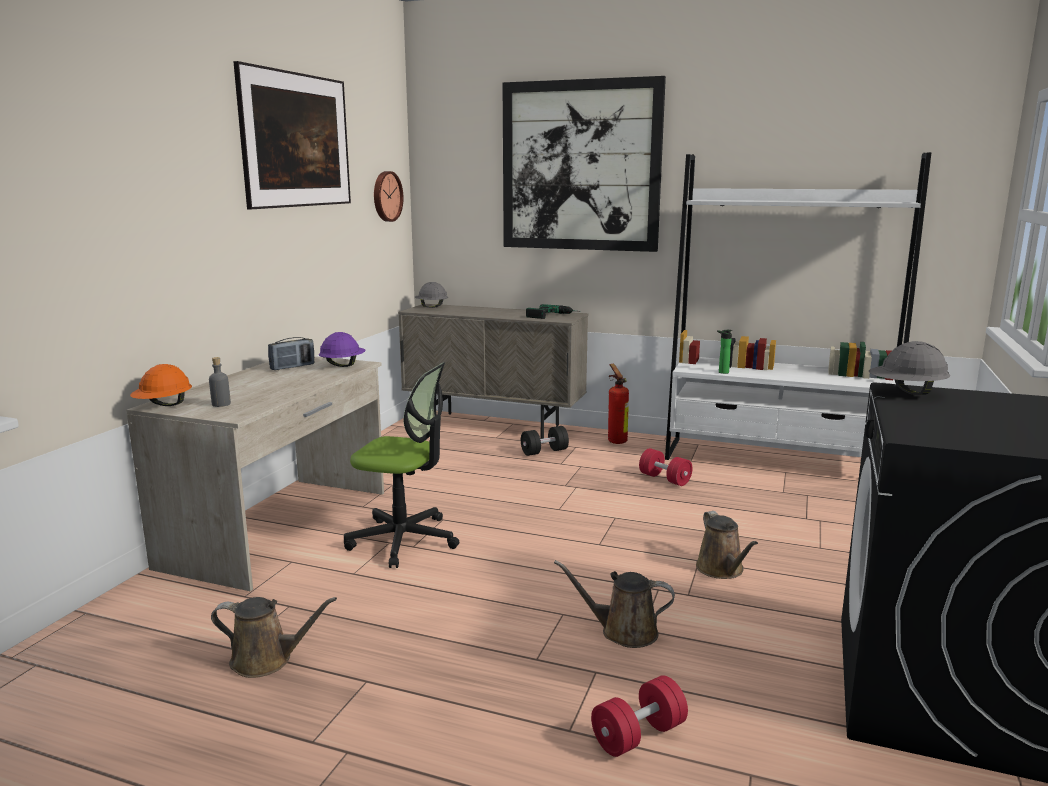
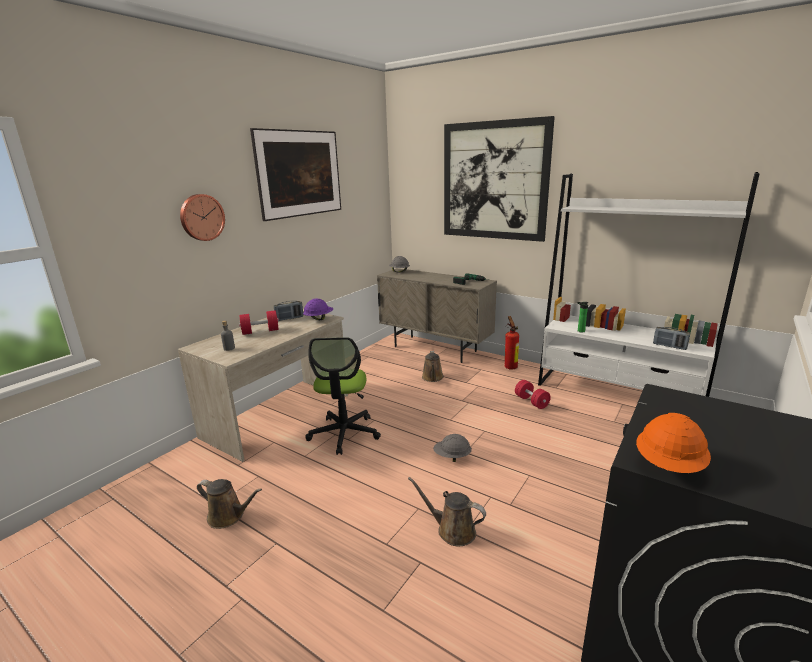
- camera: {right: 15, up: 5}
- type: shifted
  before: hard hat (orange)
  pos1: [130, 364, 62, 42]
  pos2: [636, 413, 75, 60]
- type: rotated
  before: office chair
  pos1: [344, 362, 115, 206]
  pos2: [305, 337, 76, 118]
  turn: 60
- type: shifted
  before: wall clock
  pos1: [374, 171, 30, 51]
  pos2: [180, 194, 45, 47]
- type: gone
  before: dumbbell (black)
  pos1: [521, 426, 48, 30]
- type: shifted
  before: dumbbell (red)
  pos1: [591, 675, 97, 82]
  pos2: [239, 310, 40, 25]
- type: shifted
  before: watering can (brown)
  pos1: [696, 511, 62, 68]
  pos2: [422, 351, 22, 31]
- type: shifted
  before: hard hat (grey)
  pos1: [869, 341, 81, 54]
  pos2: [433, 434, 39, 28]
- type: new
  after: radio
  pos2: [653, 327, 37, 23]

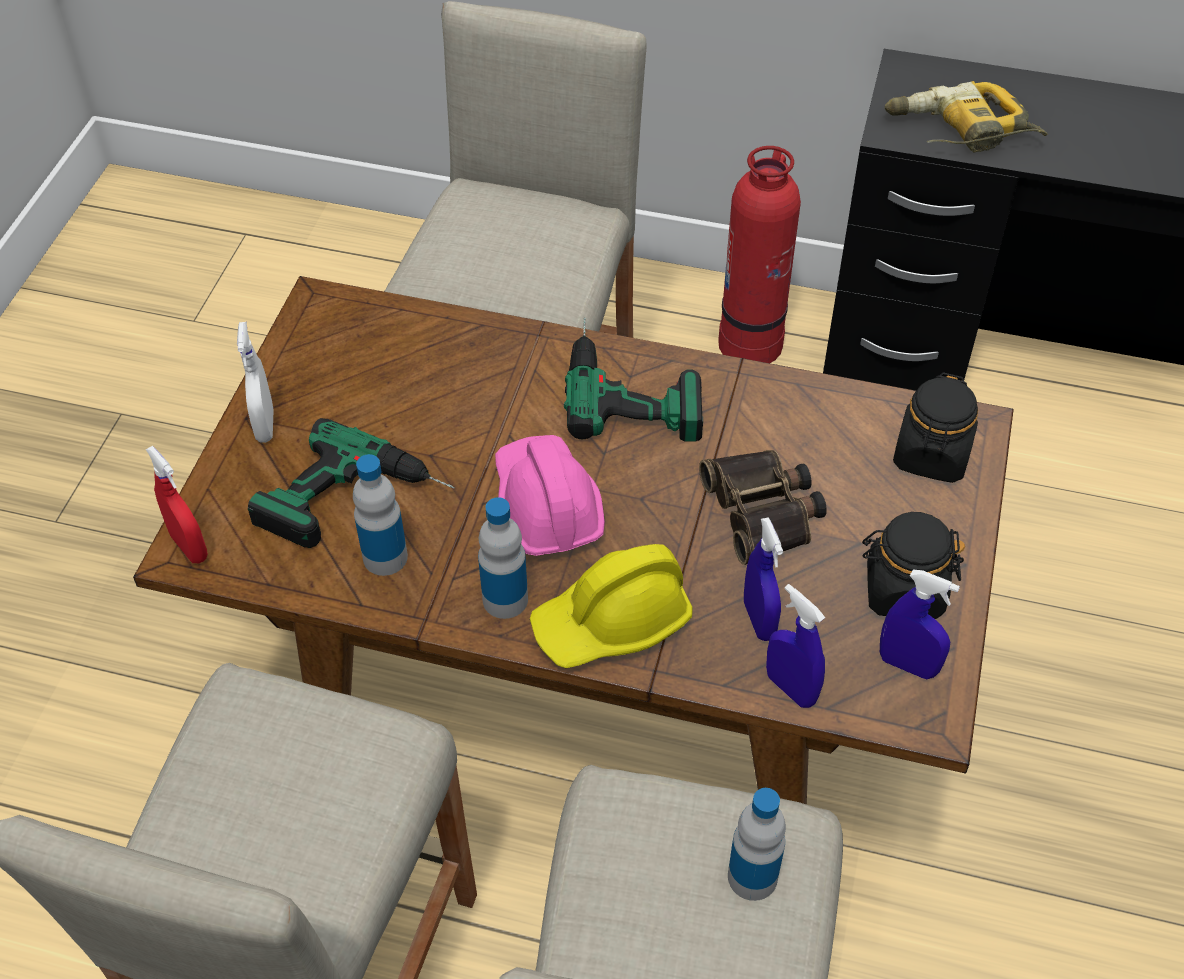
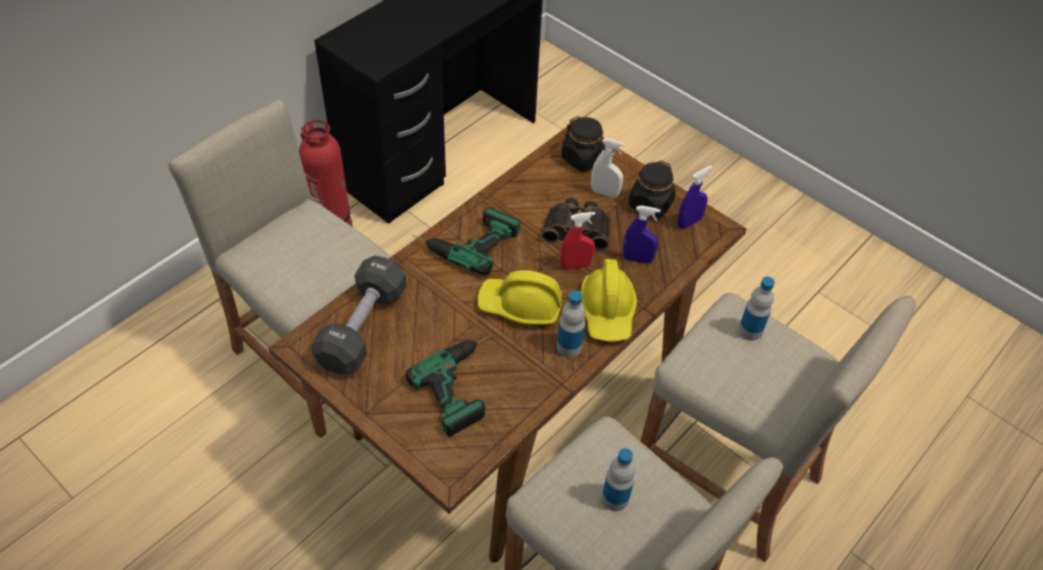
- camera: {right: -65, up: 0}
- type: shifted
  before: spray bottle (red)
  pos1: [146, 446, 62, 117]
  pos2: [561, 212, 34, 58]
- type: shifted
  before: spray bottle (white)
  pos1: [237, 322, 37, 121]
  pos2: [591, 138, 34, 60]
- type: shifted
  before: bottle
  pos1: [353, 454, 55, 122]
  pos2: [602, 448, 33, 63]
- type: repainted
  before: hard hat (pink)
  after: hard hat (yellow)
  pos1: [495, 435, 110, 121]
  pos2: [478, 270, 84, 57]
- type: gone
  before: spray bottle (blue)
  pos1: [766, 584, 59, 124]
- type: gone
  before: power drill
  pos1: [885, 81, 163, 71]
- type: new
  after: dumbbell (black)
  pos2: [311, 256, 96, 118]

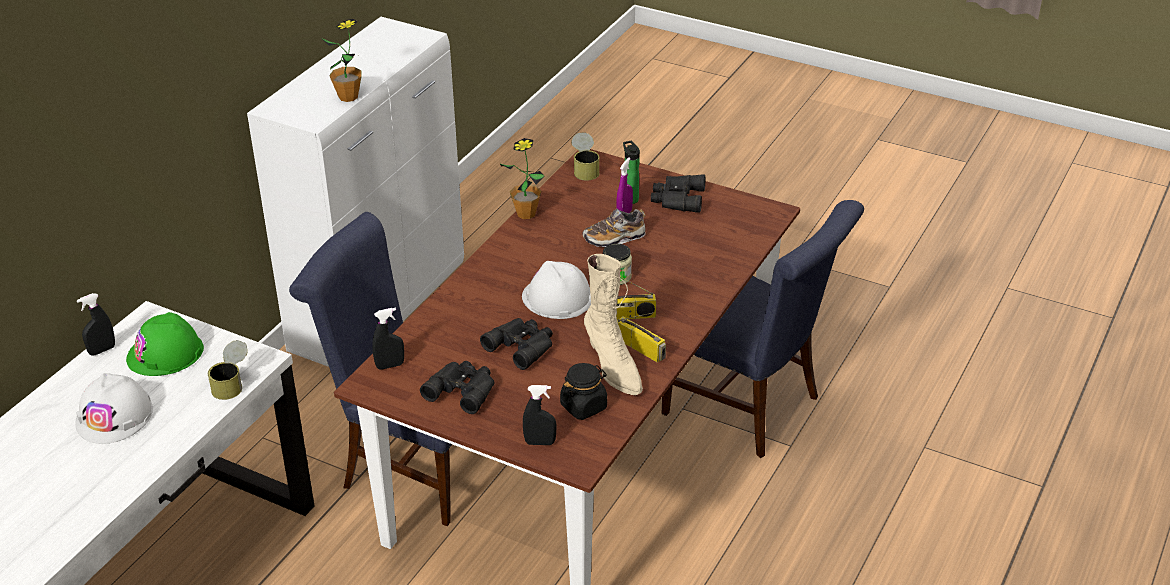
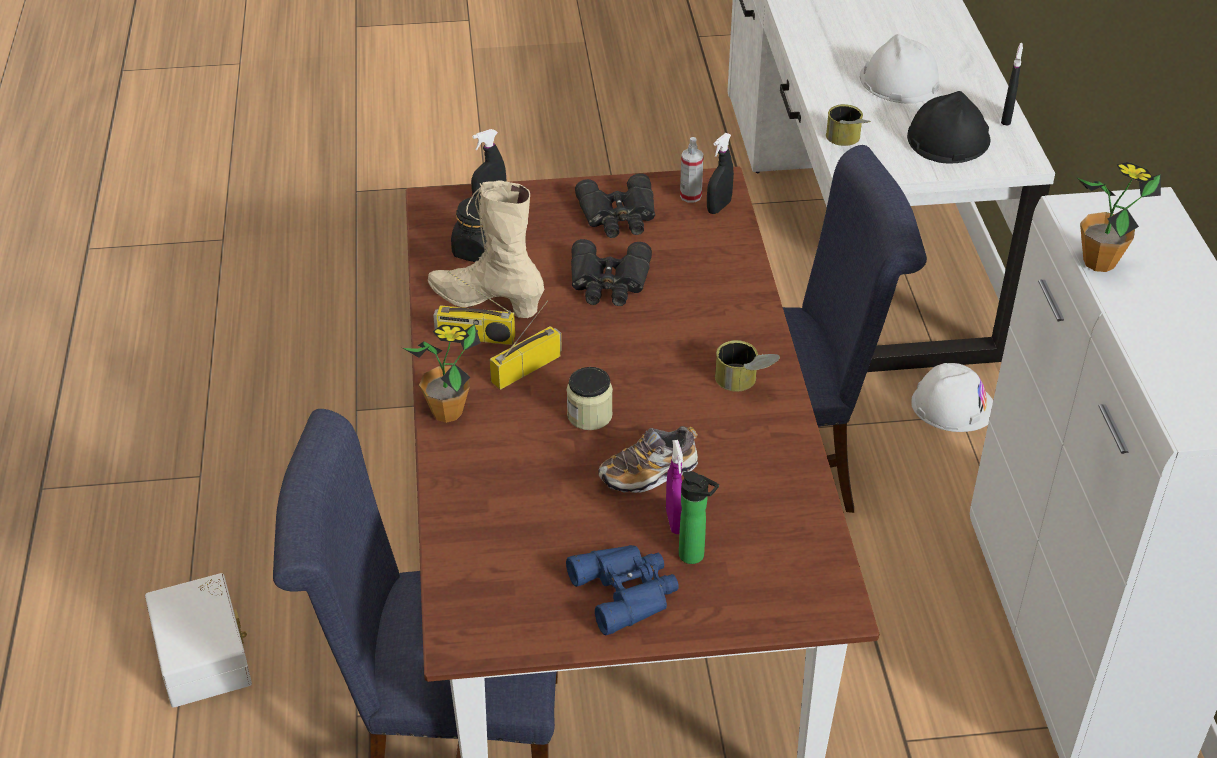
- camera: {right: 145, up: 5}
- type: repainted
  before: hard hat (green)
  after: hard hat (black)
  pos1: [126, 312, 78, 64]
  pos2: [907, 91, 83, 72]
- type: shifted
  before: potted plant
  pos1: [499, 138, 46, 81]
  pos2: [402, 324, 79, 99]
- type: shifted
  before: hard hat (white)
  pos1: [522, 261, 69, 58]
  pos2: [912, 363, 81, 69]
- type: shifted
  before: can
  pos1: [571, 133, 29, 48]
  pos2: [715, 340, 65, 52]
- type: rotated
  before: shoe
  pos1: [582, 209, 64, 38]
  pos2: [598, 426, 100, 67]
  turn: -150
- type: repainted
  before: binoculars (black)
  after: binoculars (blue)
  pos1: [651, 174, 55, 39]
  pos2: [566, 545, 113, 90]
- type: new
  after: storage box (white)
  pos2: [145, 573, 107, 135]
- type: new
  after: spray bottle
  pos2: [680, 137, 24, 65]

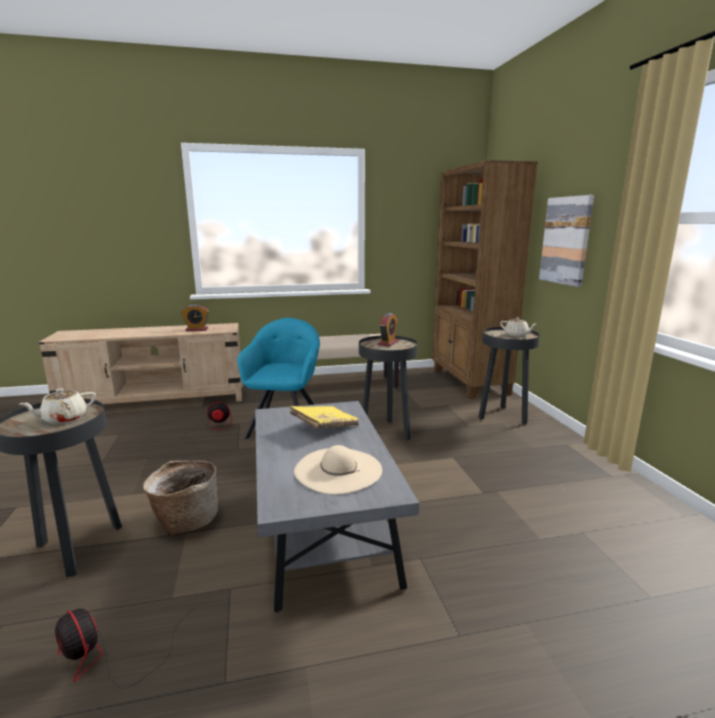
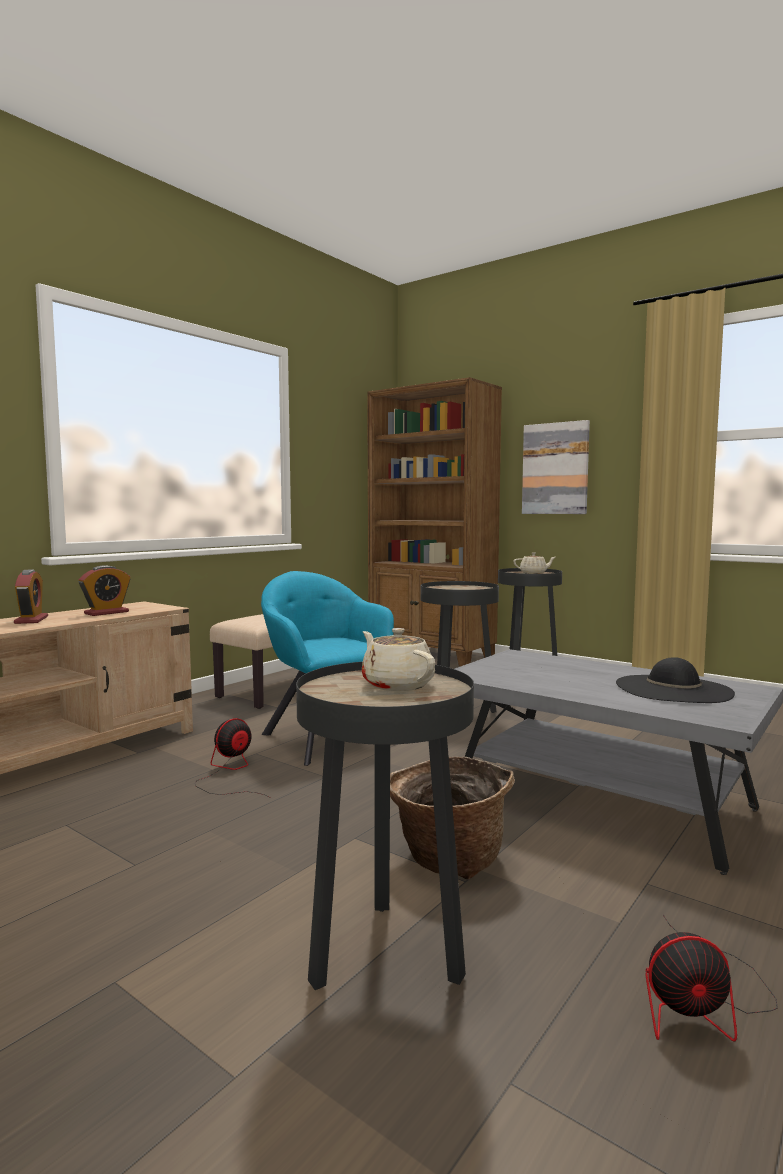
- camera: {right: -40, up: -10}
- type: rotated
  before: teapot (beige)
  pos1: [19, 388, 77, 36]
  pos2: [362, 628, 73, 63]
  turn: 135
- type: gone
  before: book (yellow)
  pos1: [290, 406, 69, 23]
- type: repainted
  before: hat (beige)
  after: hat (black)
  pos1: [294, 445, 88, 49]
  pos2: [616, 657, 119, 46]
- type: shifted
  before: alarm clock
  pos1: [378, 313, 20, 34]
  pos2: [14, 570, 34, 54]

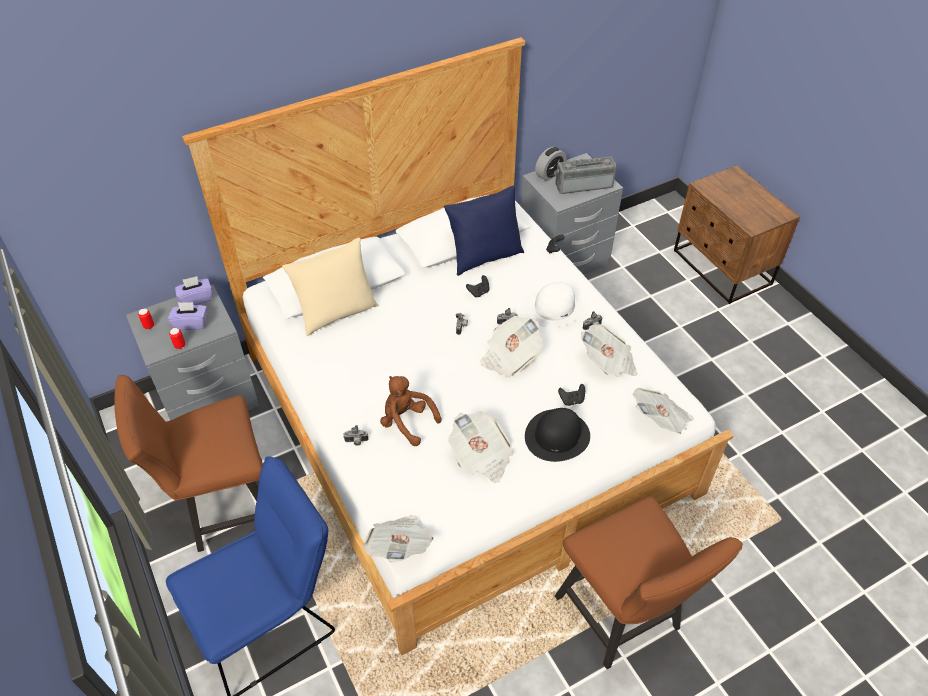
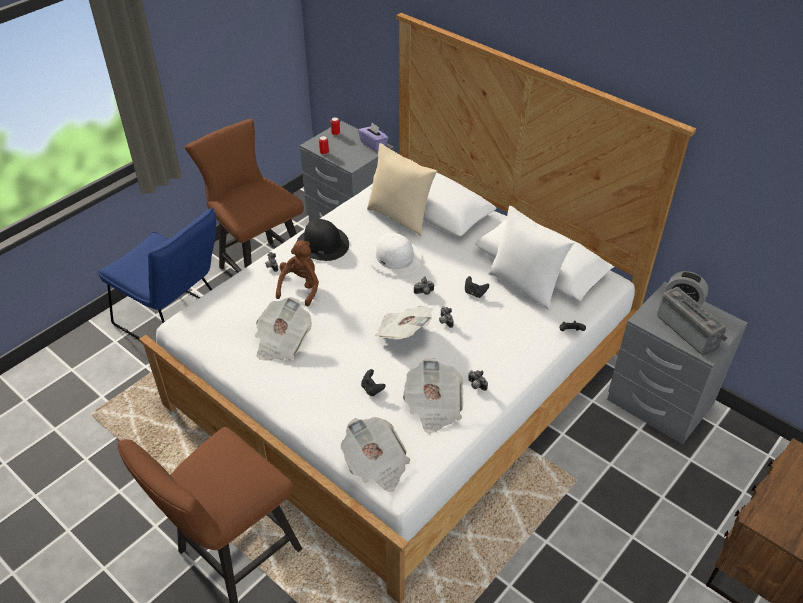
- camera: {right: 70, up: -5}
- type: gone
  before: tissue box (purple)
  pos1: [168, 302, 39, 28]
- type: gone
  before: newspaper
  pos1: [363, 515, 71, 47]
- type: repainted
  before: pillow (blue)
  after: pillow (white)
  pos1: [444, 185, 80, 91]
  pos2: [488, 206, 87, 105]
- type: shifted
  before: hat (black)
  pos1: [525, 408, 65, 54]
  pos2: [297, 219, 52, 42]
- type: shifted
  before: hat (white)
  pos1: [526, 282, 57, 46]
  pos2: [368, 233, 54, 43]

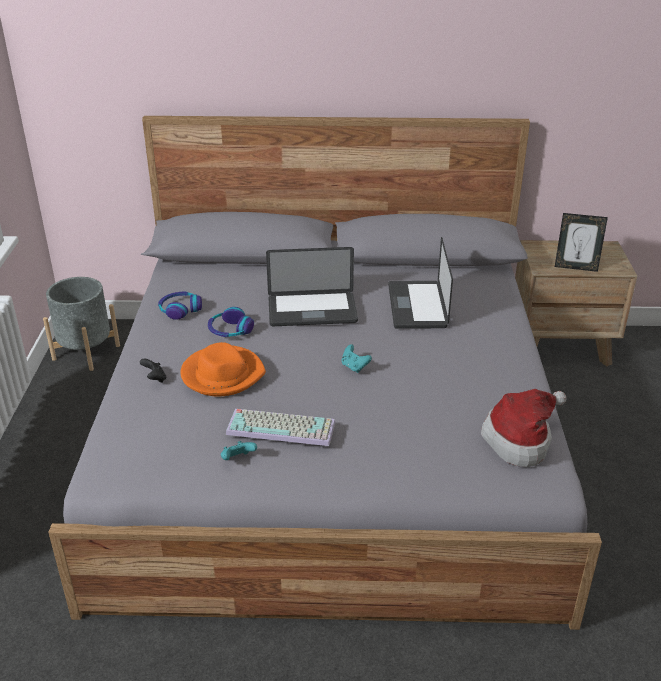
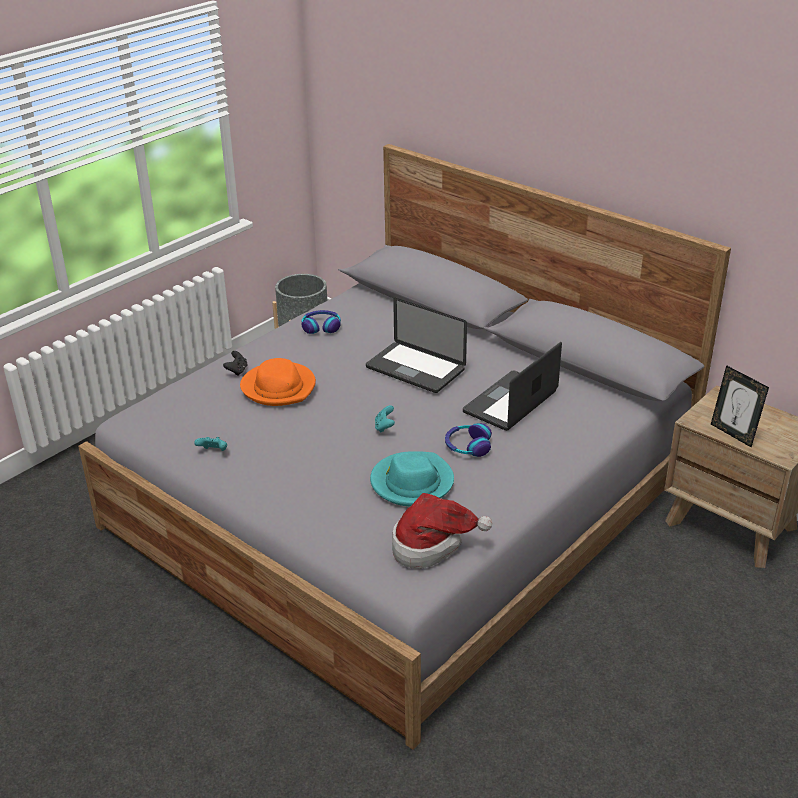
- camera: {right: 40, up: 0}
- type: shifted
  before: headphones
  pos1: [208, 307, 46, 30]
  pos2: [445, 423, 47, 34]
- type: gone
  before: keyboard
  pos1: [226, 409, 109, 37]
- type: new
  after: hat (turquoise)
  pos2: [370, 451, 84, 55]

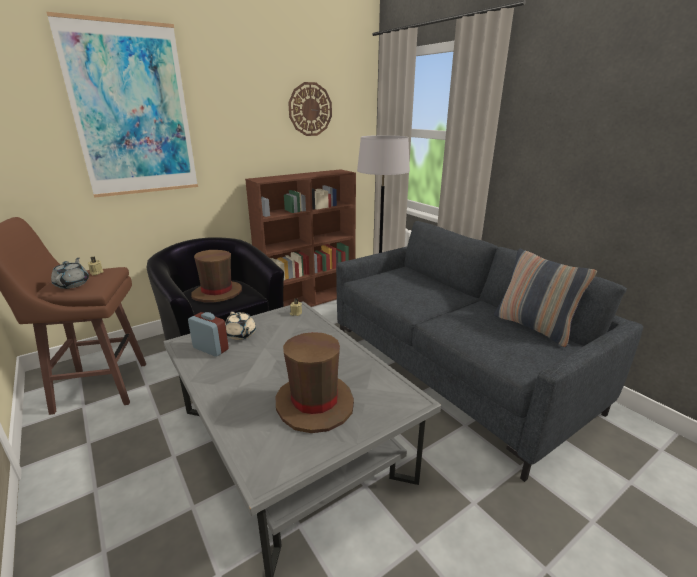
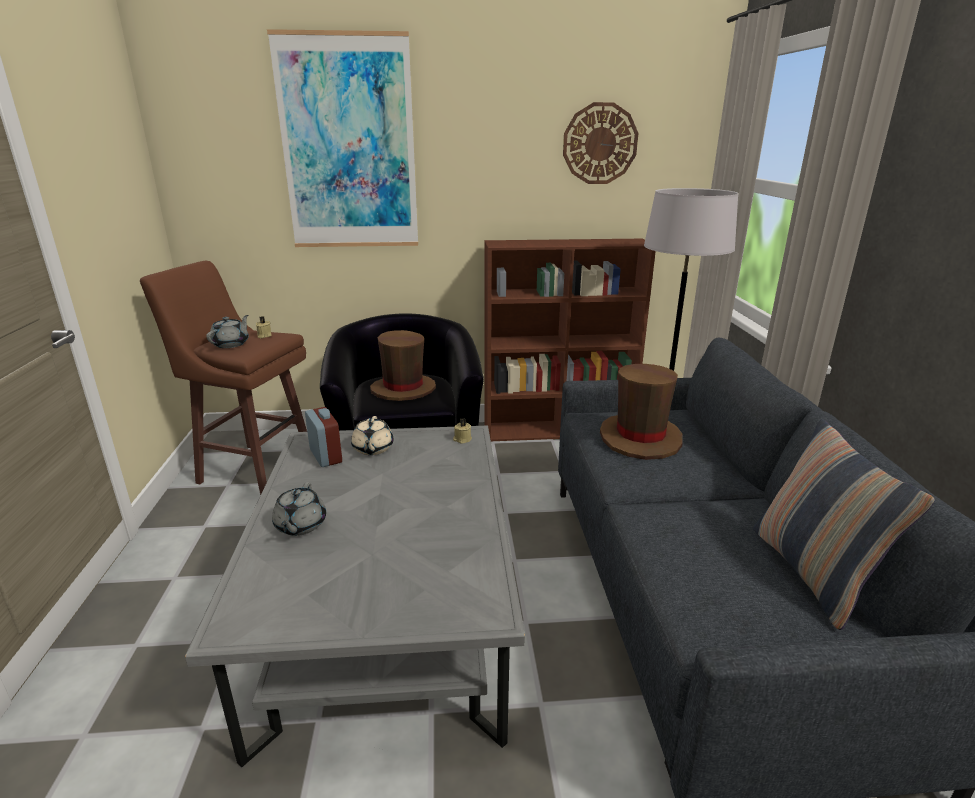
- camera: {right: 30, up: 0}
- type: shifted
  before: hat (brown)
  pos1: [276, 332, 78, 101]
  pos2: [600, 364, 83, 96]
- type: new
  after: teapot (grey)
  pos2: [272, 482, 54, 54]

